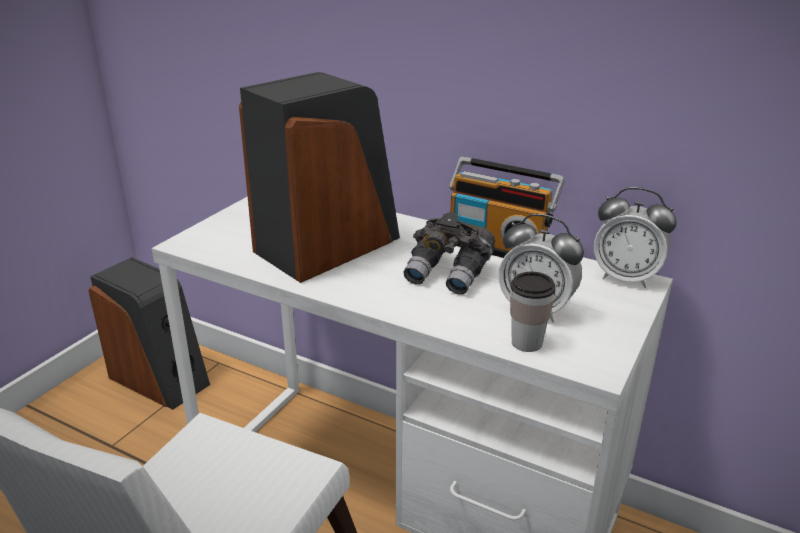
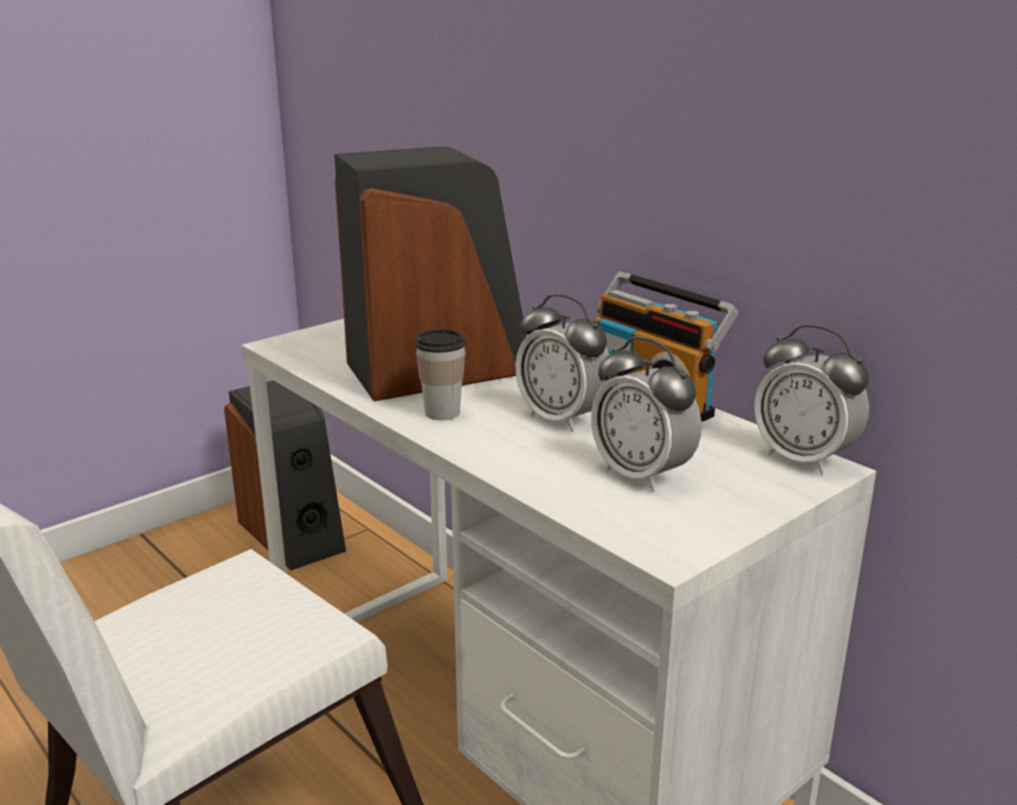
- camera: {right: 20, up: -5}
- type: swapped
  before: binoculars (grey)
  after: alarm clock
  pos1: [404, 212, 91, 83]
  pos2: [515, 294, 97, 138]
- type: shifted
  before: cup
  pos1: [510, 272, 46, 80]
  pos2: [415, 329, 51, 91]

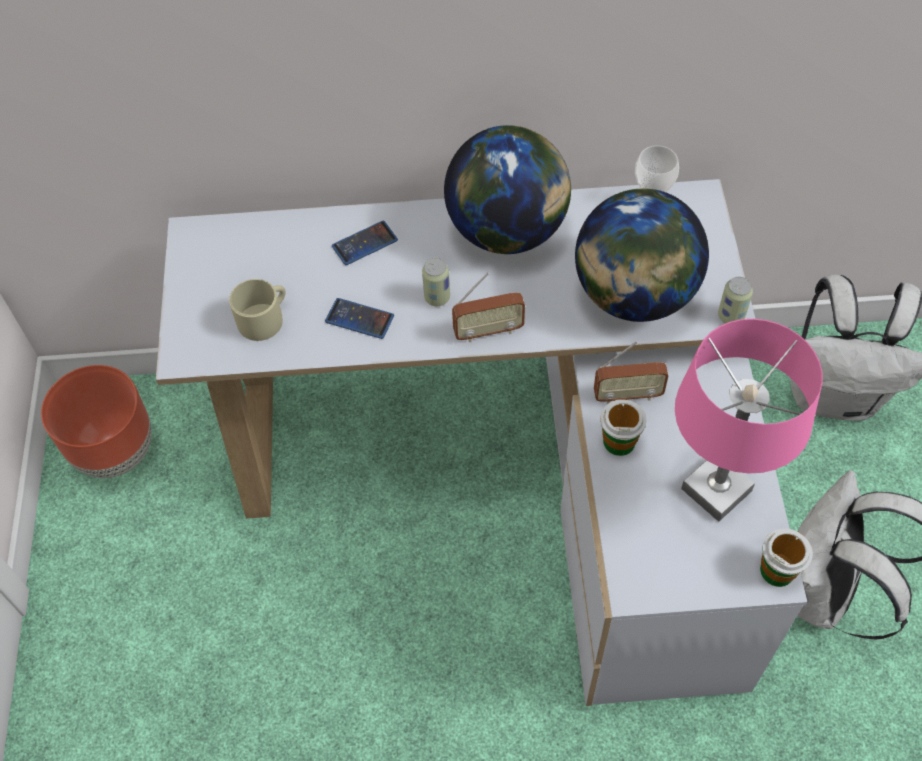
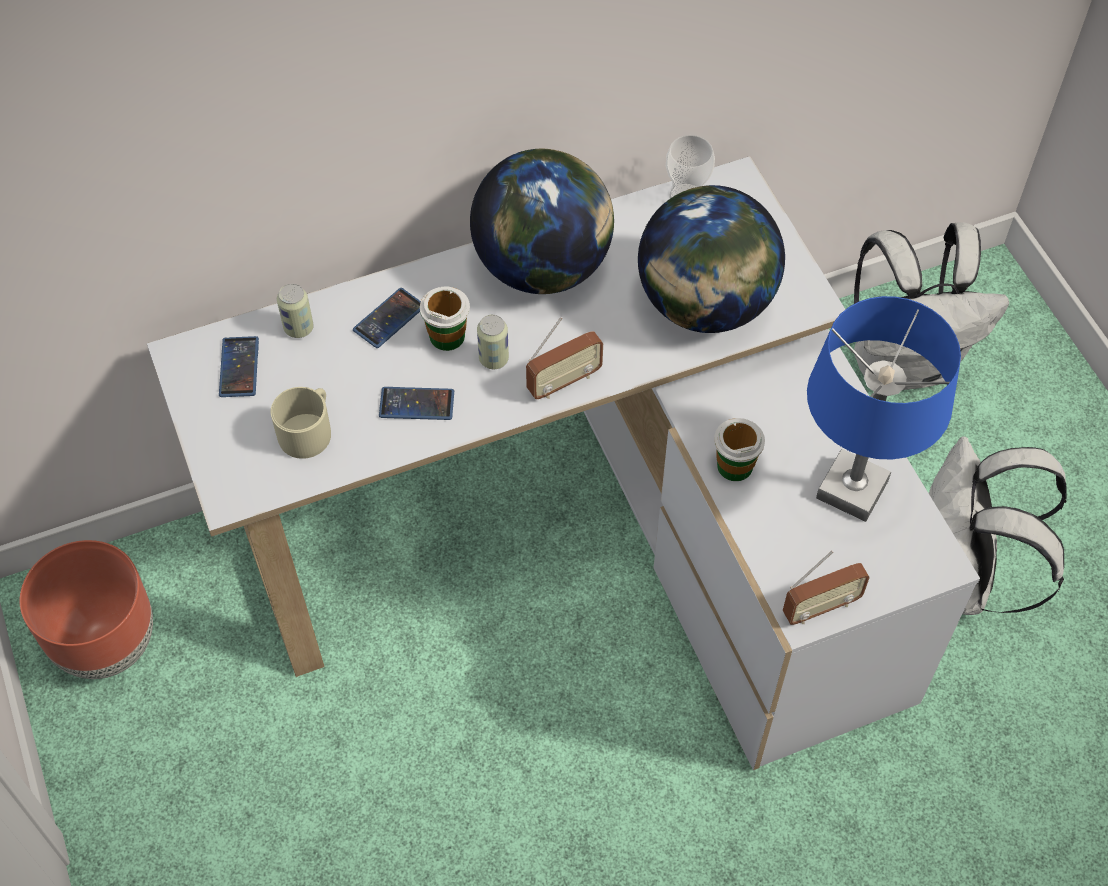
- camera: {right: -20, up: 0}
- type: shifted
  before: radio
  pos1: [594, 341, 74, 62]
  pos2: [783, 550, 87, 75]
- type: repainted
  before: table lamp (pink)
  after: table lamp (blue)
  pos1: [675, 319, 148, 203]
  pos2: [807, 296, 154, 226]
- type: shifted
  before: can
  pos1: [718, 277, 35, 46]
  pos2: [277, 284, 37, 54]
- type: shifted
  before: cup
  pos1: [760, 528, 53, 59]
  pos2: [420, 287, 50, 64]
- type: new
  after: phone
  pos2: [219, 336, 40, 61]

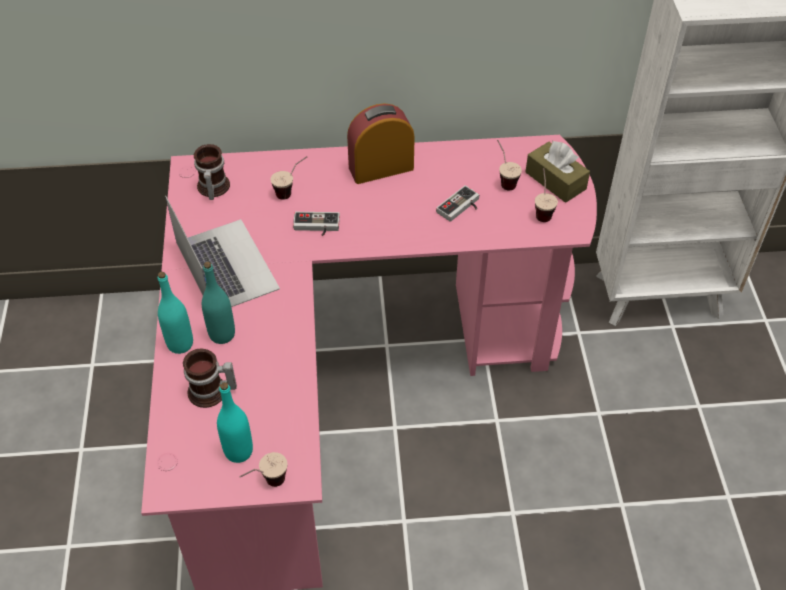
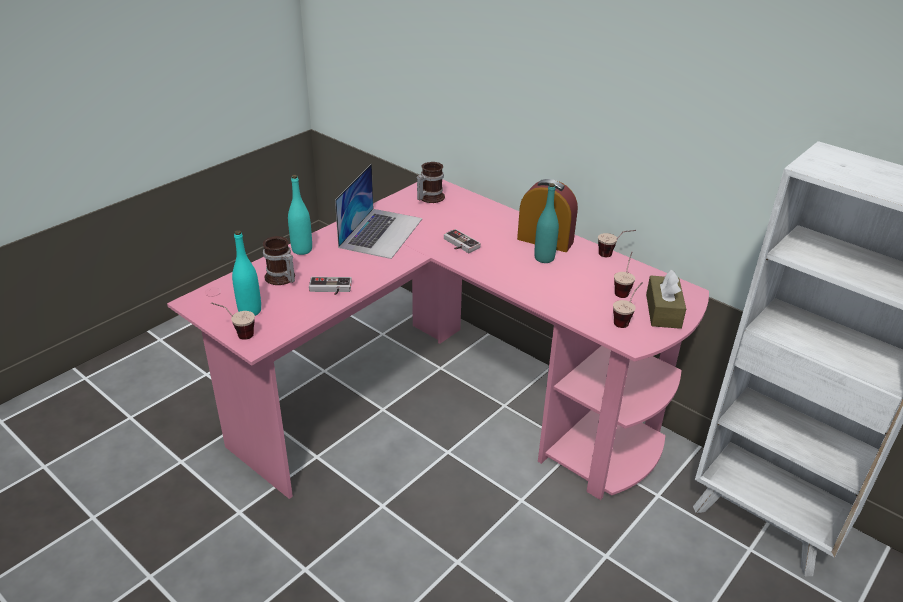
- camera: {right: 45, up: -15}
- type: shifted
  before: bottle (turquoise)
  pos1: [202, 262, 33, 82]
  pos2: [534, 183, 25, 80]
- type: shifted
  before: cup
  pos1: [270, 156, 37, 44]
  pos2: [598, 230, 38, 27]
- type: shifted
  before: game controller
  pos1: [436, 185, 43, 37]
  pos2: [309, 277, 43, 18]

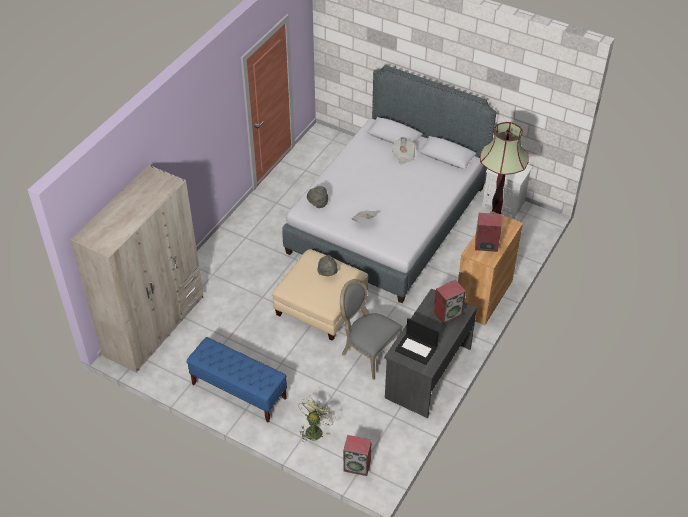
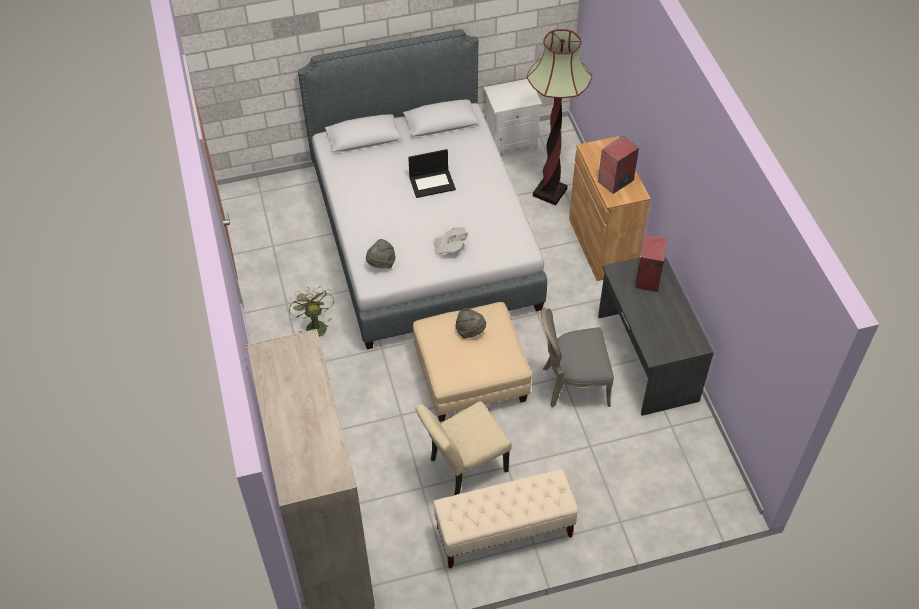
- camera: {right: -45, up: 5}
- type: repainted
  before: bench (blue)
  after: bench (beige)
  pos1: [187, 337, 100, 86]
  pos2: [433, 469, 145, 100]
- type: shifted
  before: fan (green)
  pos1: [299, 397, 37, 45]
  pos2: [288, 286, 46, 51]
- type: gone
  before: speaker
  pos1: [343, 435, 29, 41]
- type: gone
  before: newspaper
  pos1: [392, 137, 24, 28]
- type: shifted
  before: laptop
  pos1: [395, 318, 44, 47]
  pos2: [408, 149, 48, 49]
- type: new
  after: chair (beige)
  pos2: [415, 401, 97, 94]

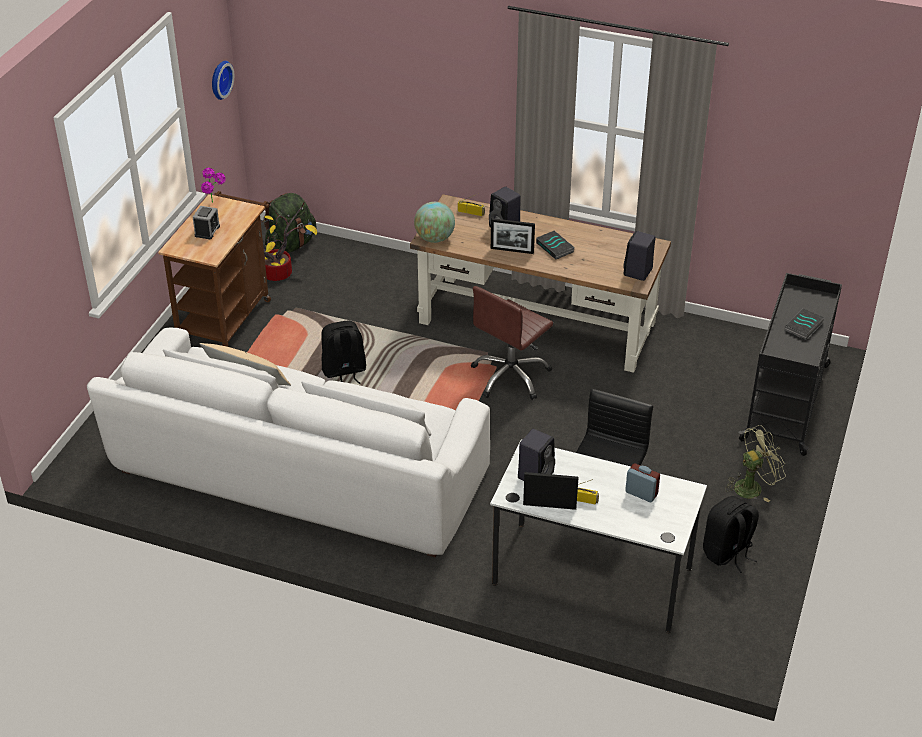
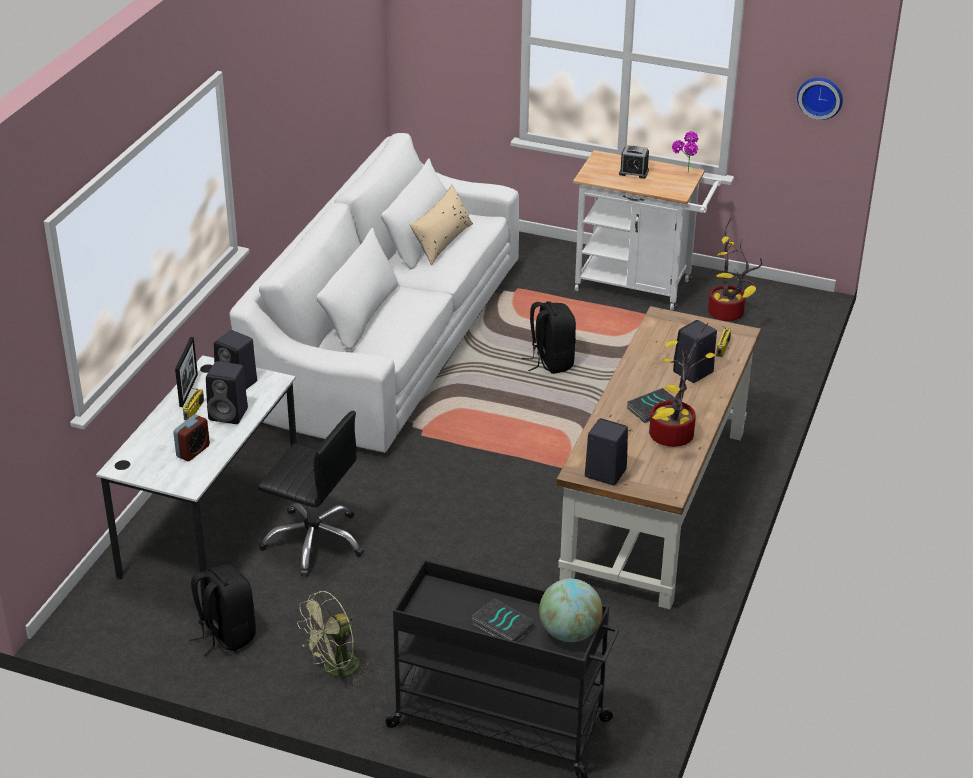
- camera: {right: 90, up: -5}
- type: repainted
  before: cart (brown)
  after: cart (white)
  pos1: [158, 191, 113, 156]
  pos2: [573, 150, 149, 161]
- type: gone
  before: backpack (green)
  pos1: [263, 193, 54, 60]
- type: shifted
  before: globe
  pos1: [414, 202, 41, 41]
  pos2: [539, 579, 64, 63]
- type: gone
  before: office chair (brown)
  pos1: [471, 286, 82, 114]
- type: gone
  before: picture frame
  pos1: [491, 218, 44, 36]
- type: rotated
  before: fan (green)
  pos1: [725, 425, 61, 77]
  pos2: [297, 591, 74, 94]
  turn: 75
- type: new
  after: speaker (black)
  pos2: [206, 361, 42, 63]
- type: new
  after: potted plant
  pos2: [649, 323, 67, 124]

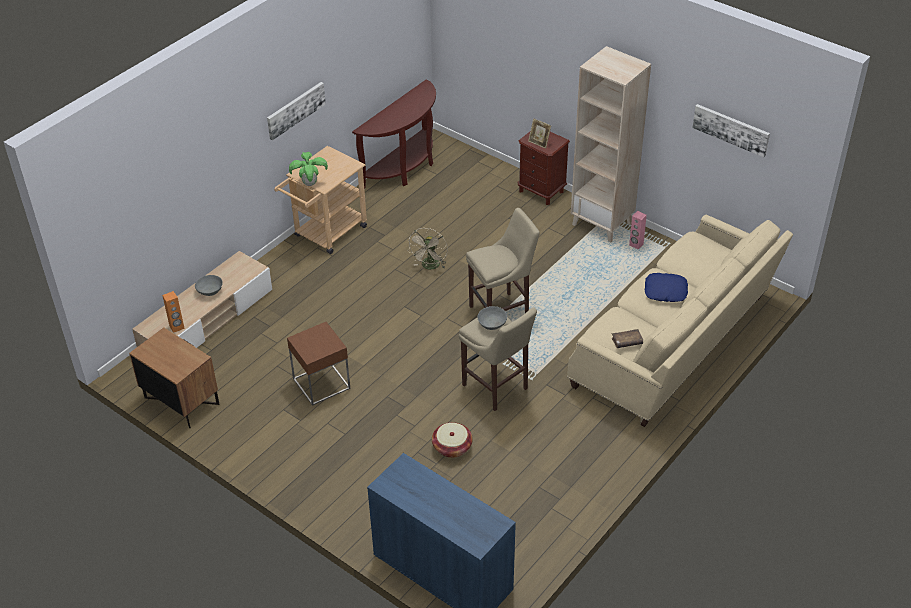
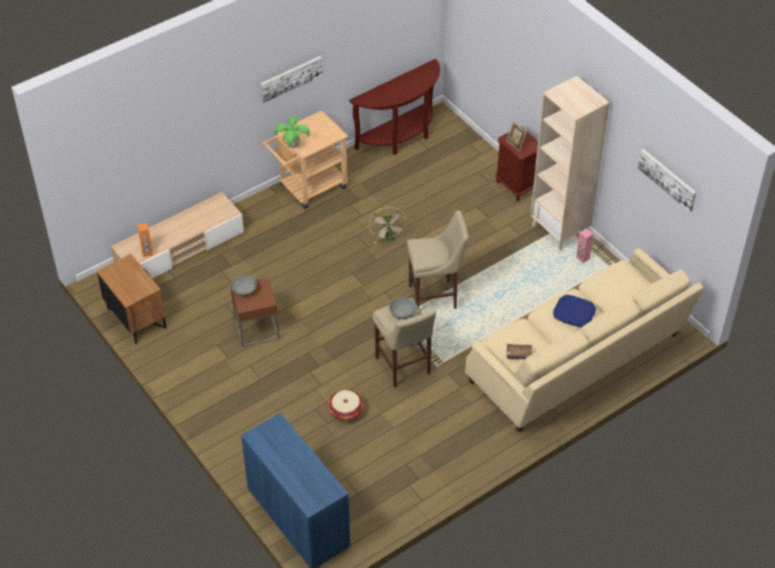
- camera: {right: 15, up: 5}
- type: shifted
  before: bowl (grey)
  pos1: [195, 275, 28, 21]
  pos2: [231, 275, 26, 21]
- type: rotated
  before: fan (beige)
  pos1: [408, 228, 40, 42]
  pos2: [369, 207, 37, 37]
  turn: -45

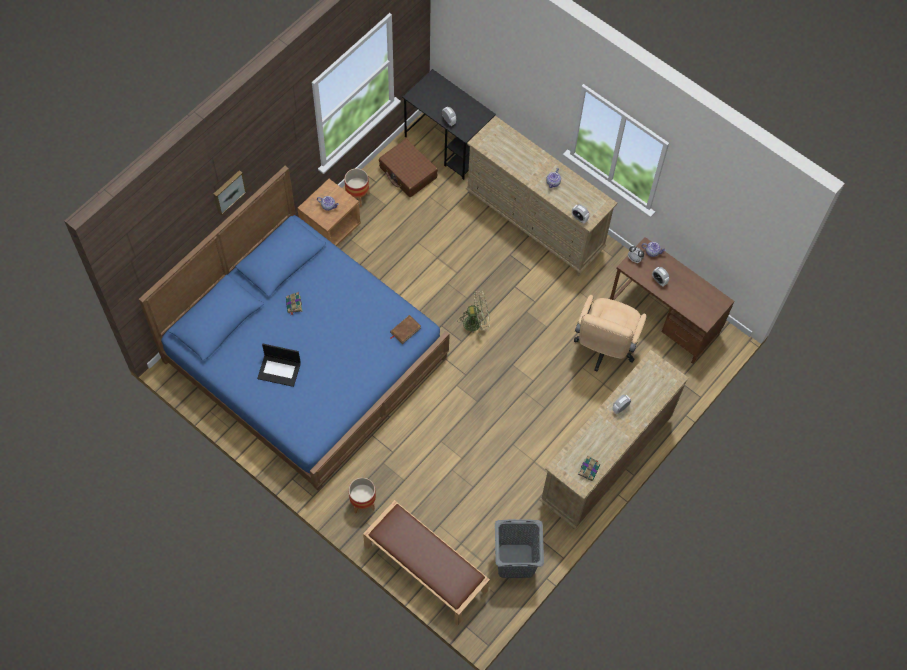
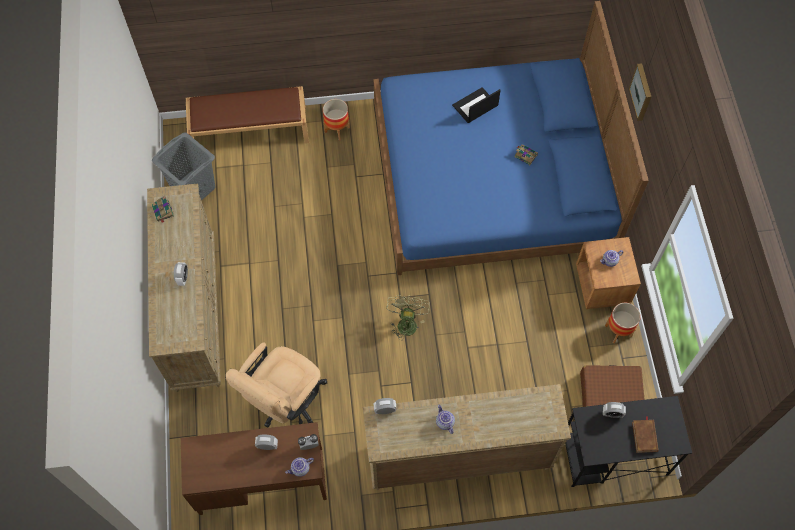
- camera: {right: 135, up: 0}
- type: shifted
  before: book (brown)
  pos1: [390, 315, 31, 29]
  pos2: [632, 416, 27, 37]
- type: rotated
  before: fan (green)
  pos1: [457, 291, 33, 46]
  pos2: [386, 295, 44, 46]
  turn: 150
- type: rotated
  before: office chair (beige)
  pos1: [574, 295, 72, 77]
  pos2: [226, 342, 101, 86]
  turn: -120

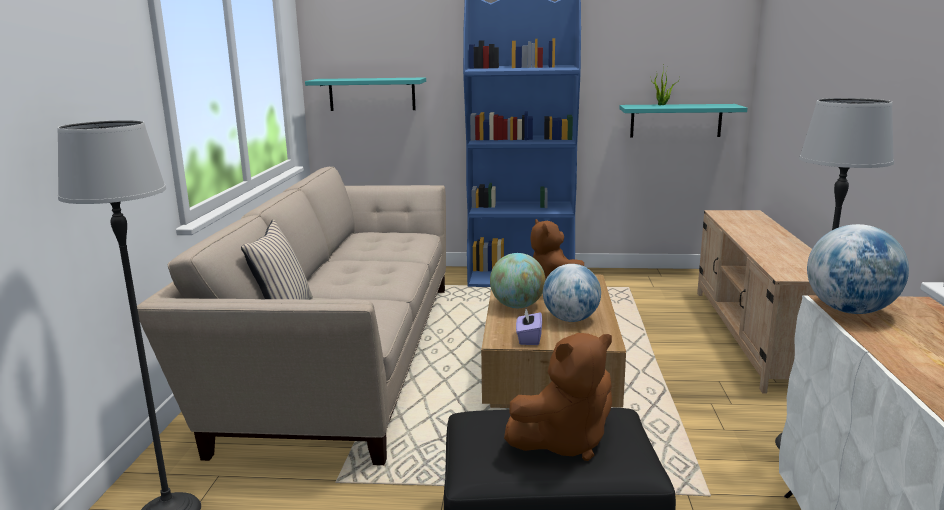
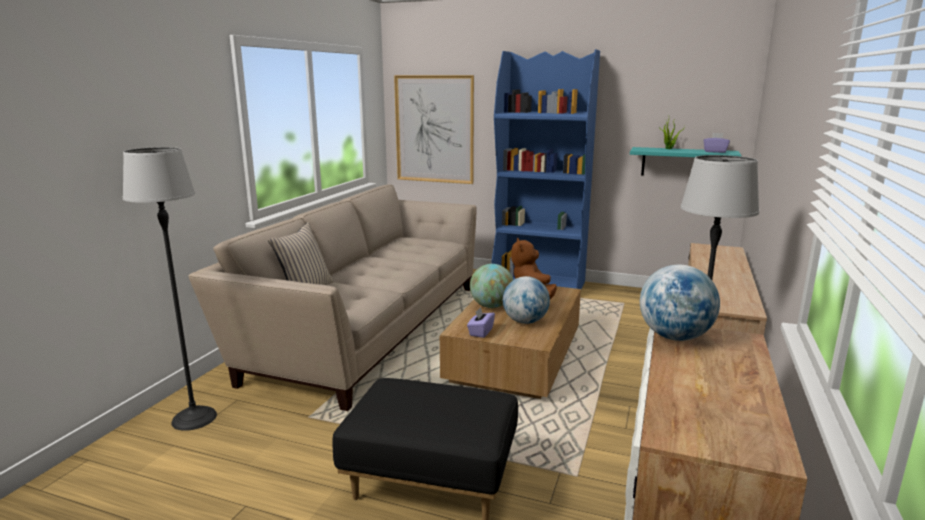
- camera: {right: 15, up: 0}
- type: swapped
  before: shelf (turquoise)
  after: picture
  pos1: [305, 77, 121, 34]
  pos2: [394, 75, 80, 109]
- type: gone
  before: plush toy (brown)
  pos1: [504, 333, 108, 128]
- type: new
  after: tissue box (purple)
  pos2: [704, 133, 26, 20]

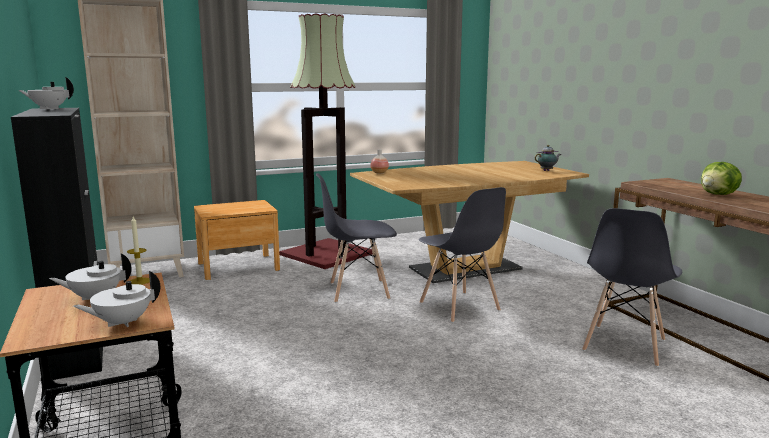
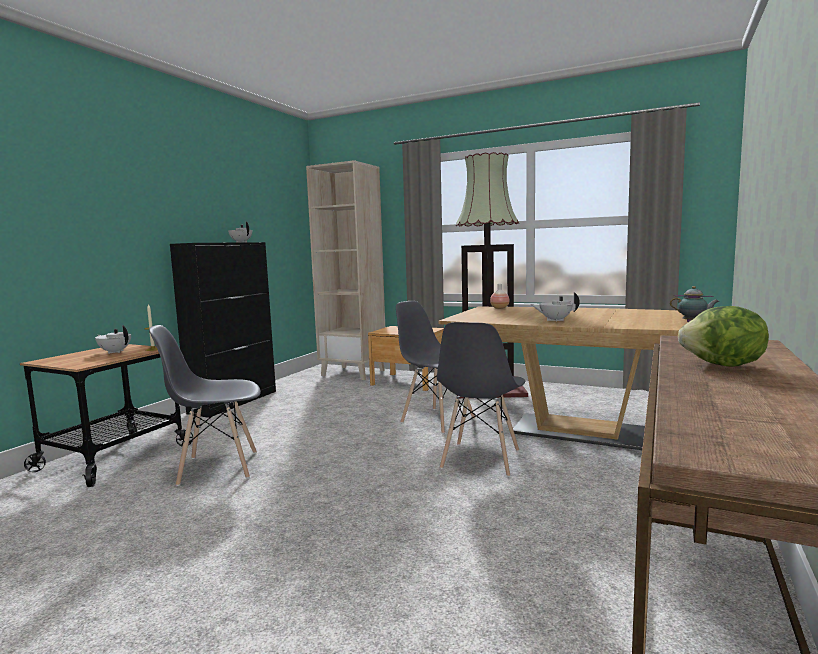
- camera: {right: 50, up: -5}
- type: shifted
  before: teapot (white)
  pos1: [73, 271, 87, 56]
  pos2: [531, 292, 49, 30]
- type: shifted
  before: chair (grey)
  pos1: [582, 208, 100, 159]
  pos2: [149, 325, 112, 161]

